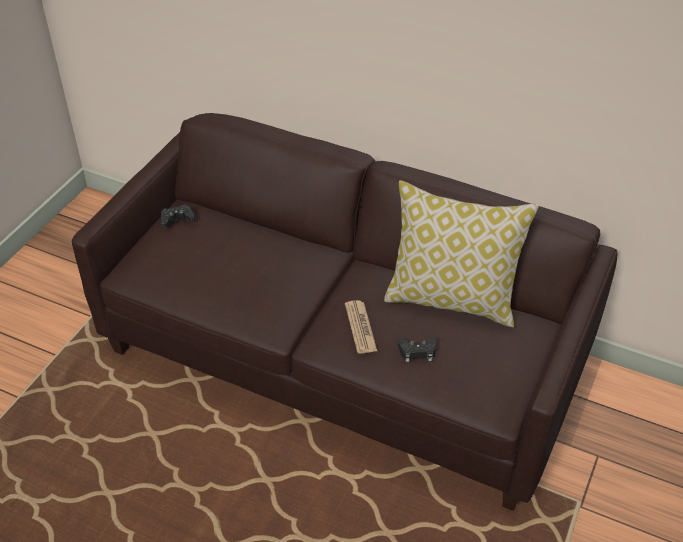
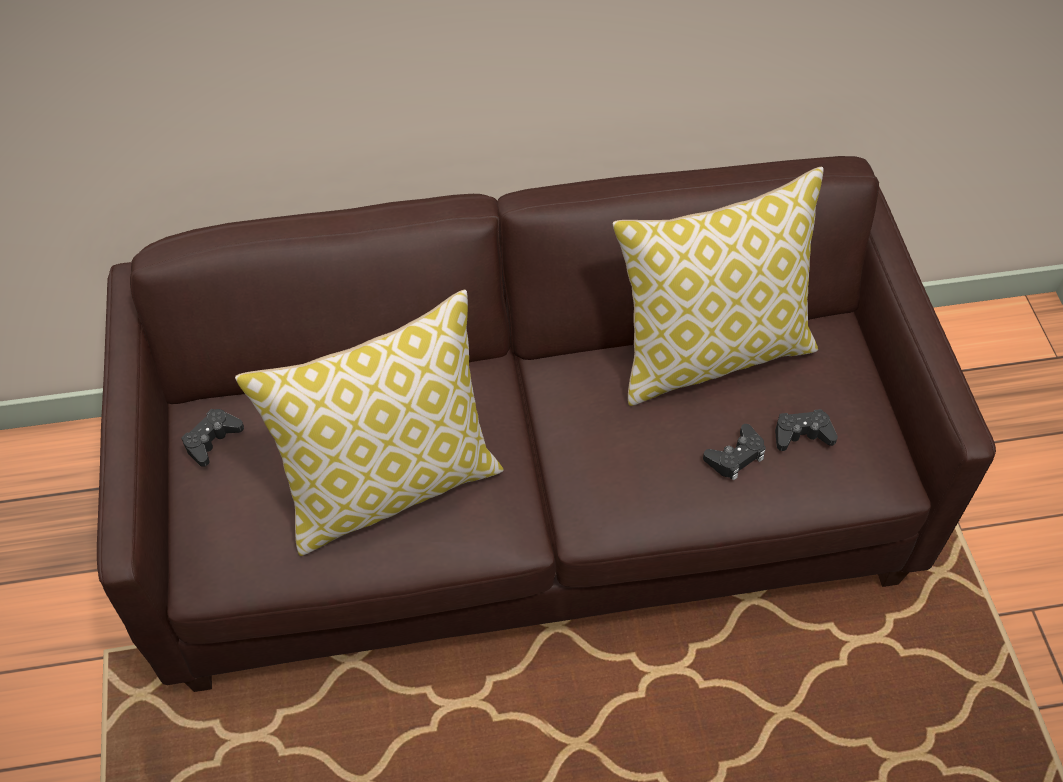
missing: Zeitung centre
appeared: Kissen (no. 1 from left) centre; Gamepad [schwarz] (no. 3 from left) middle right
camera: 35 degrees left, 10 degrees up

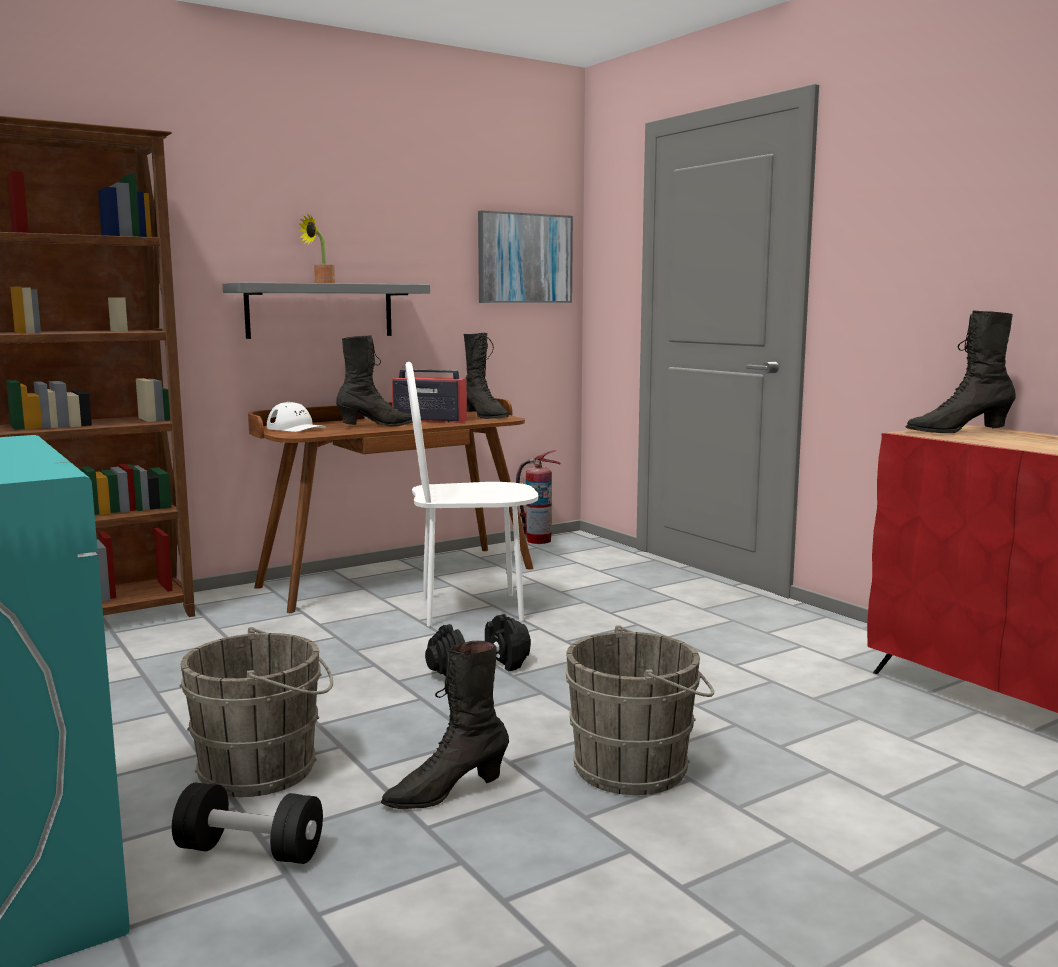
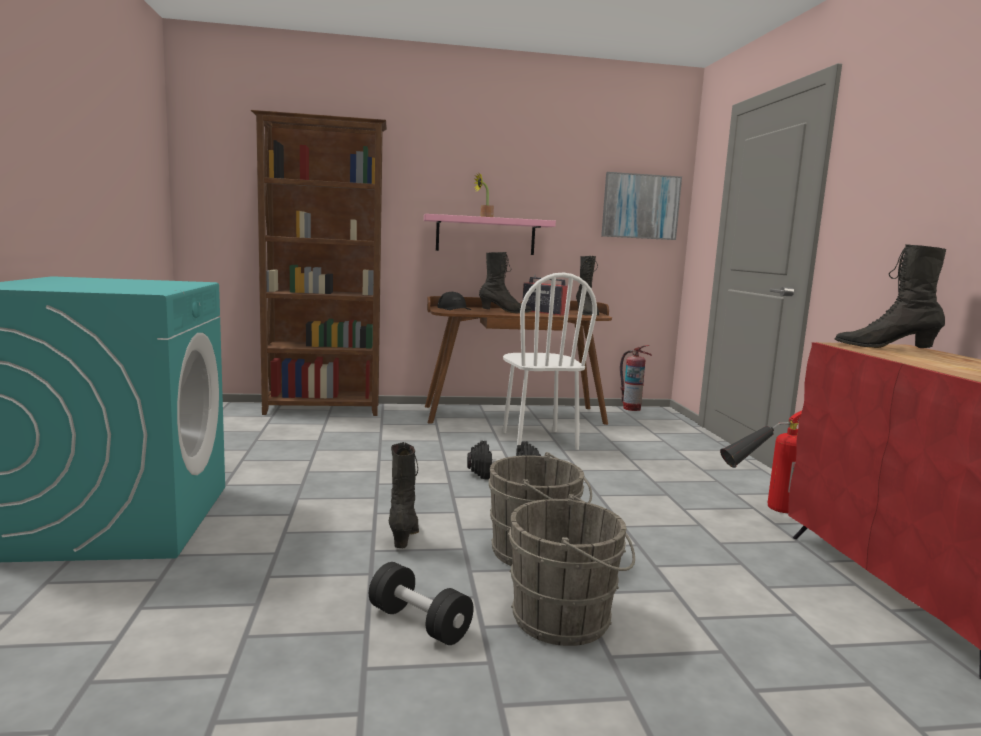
appeared: Feuerlöscher (no. 2 from left) middle right
relocated: Hantel [schwarz] (no. 1 from left) bottom left to bottom centre; Eimer [grau] (no. 1 from left in the first image) bottom left to Eimer [grau] (no. 2 from left) bottom centre
colour: Wandregal [grau] top left to Wandregal [rosa] top centre; Kappe [weiß] middle left to Kappe [schwarz] centre
spun: Stiefel [schwarz] (no. 2 from left in the first image) bottom centre = bottom centre 90 degrees clockwise; Stuhl [weiß] centre = centre 120 degrees counterclockwise
camera: 25 degrees right, 0 degrees up

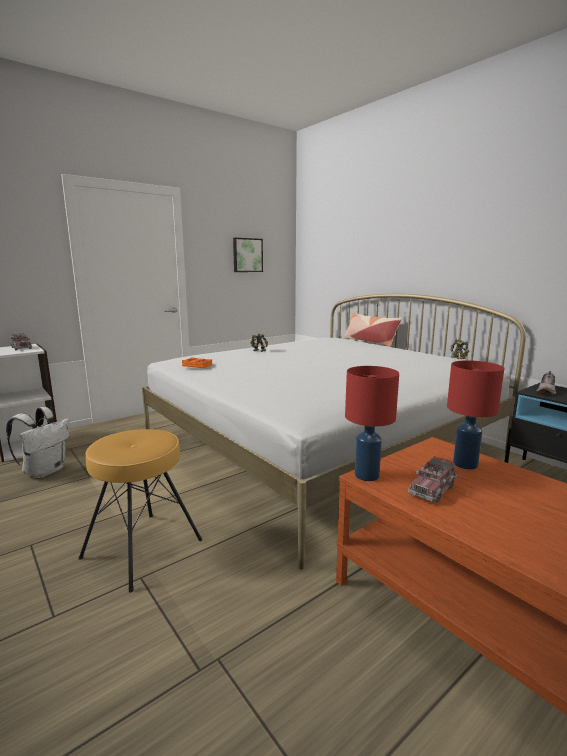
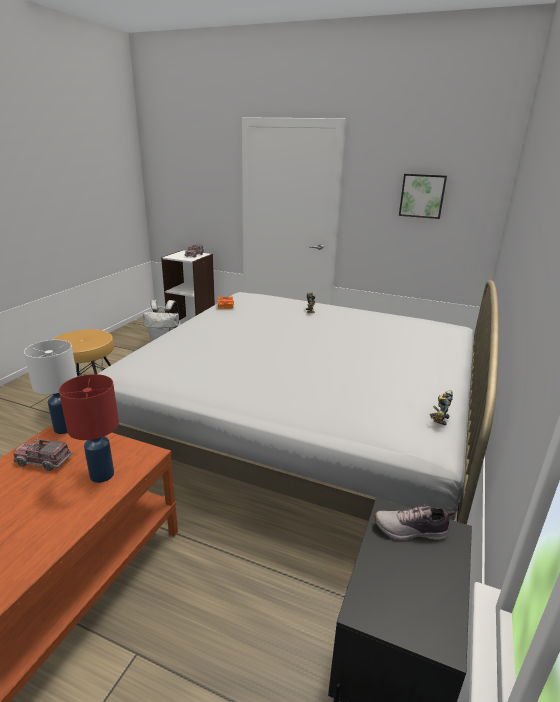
missing: Kissen centre
colour: Tischlampe [rot] (no. 1 from left) centre to Tischlampe [weiß] middle left
camera: 60 degrees right, 10 degrees up

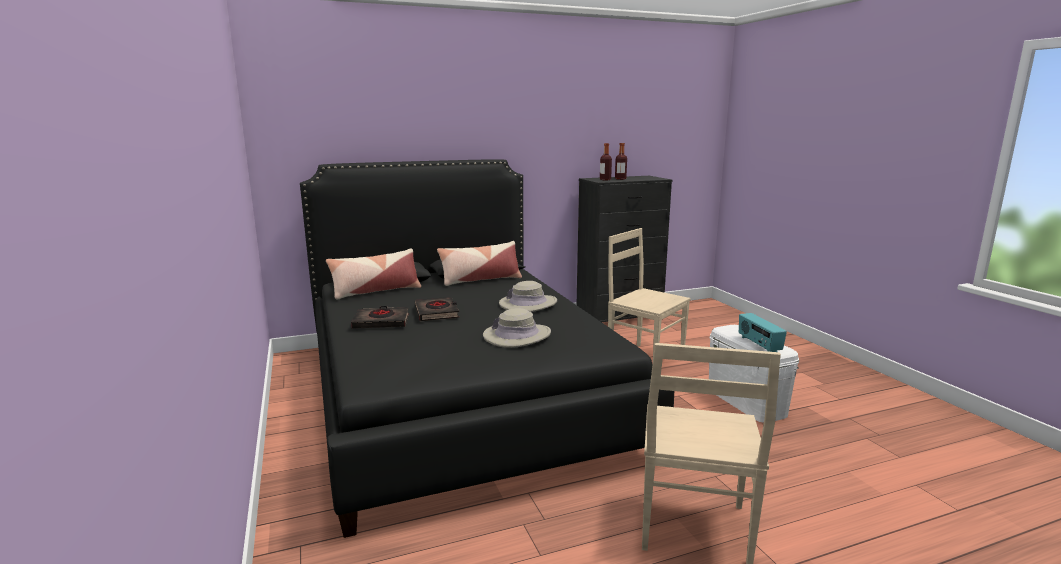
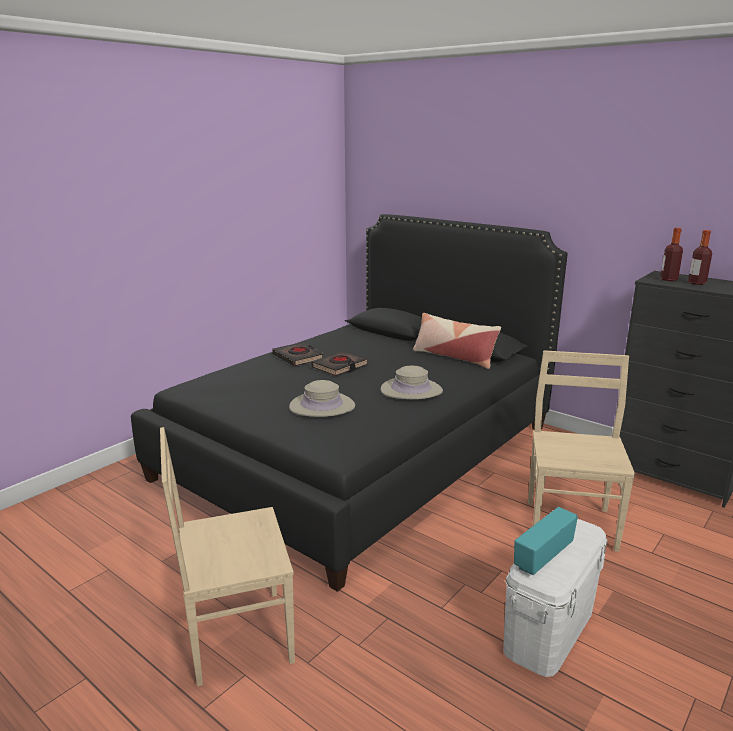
missing: Kissen (no. 1 from left) centre
camera: 60 degrees right, 5 degrees up

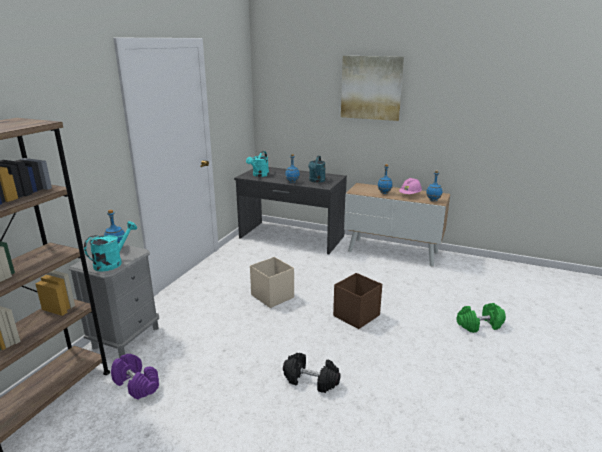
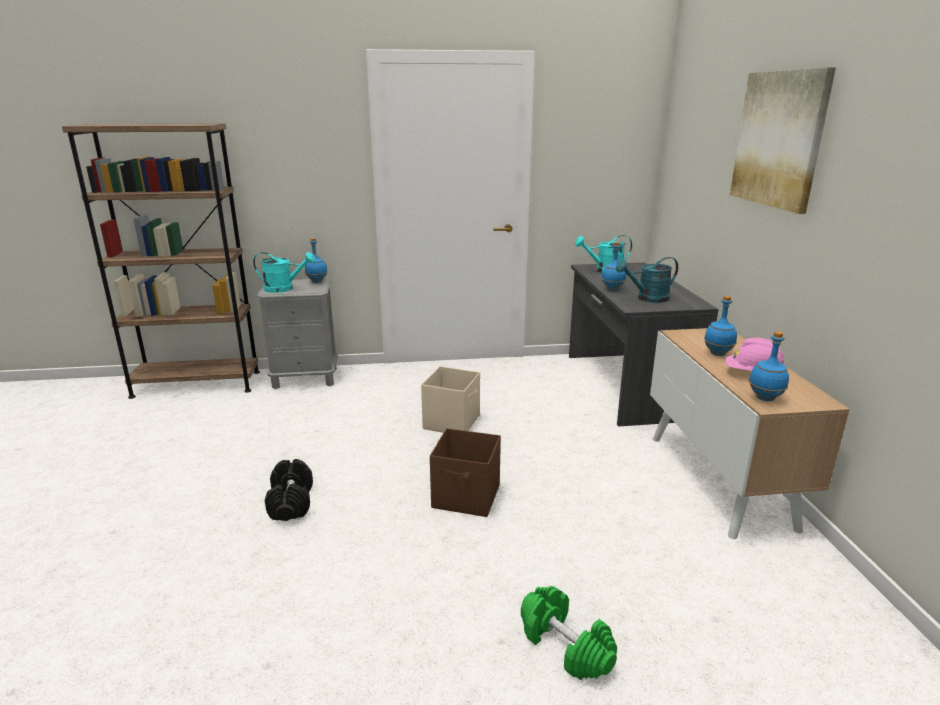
missing: Hantel [lila] bottom left
camera: 60 degrees right, 0 degrees up

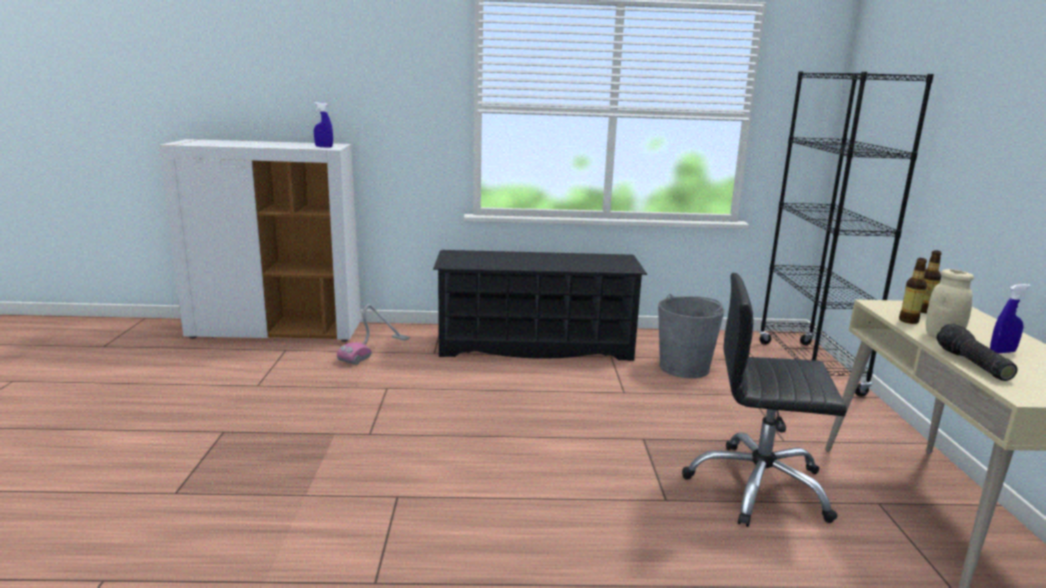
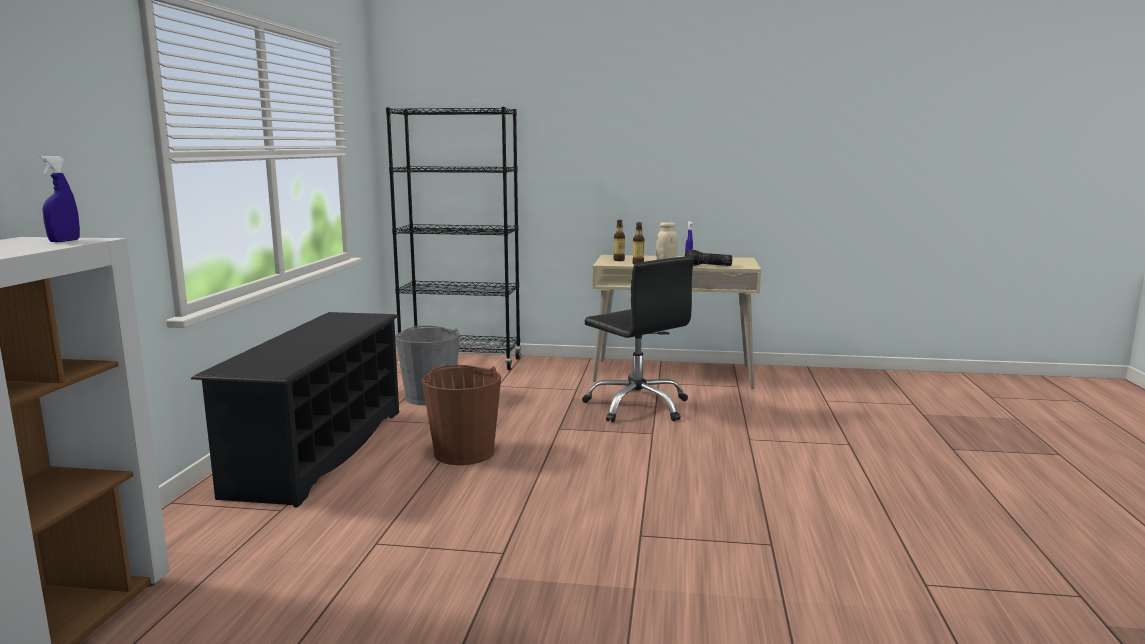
missing: Staubsauger centre
appeared: Eimer [braun] centre
spun: Bürostuhl [schwarz] bottom right = centre 60 degrees counterclockwise
camera: 80 degrees left, 5 degrees down

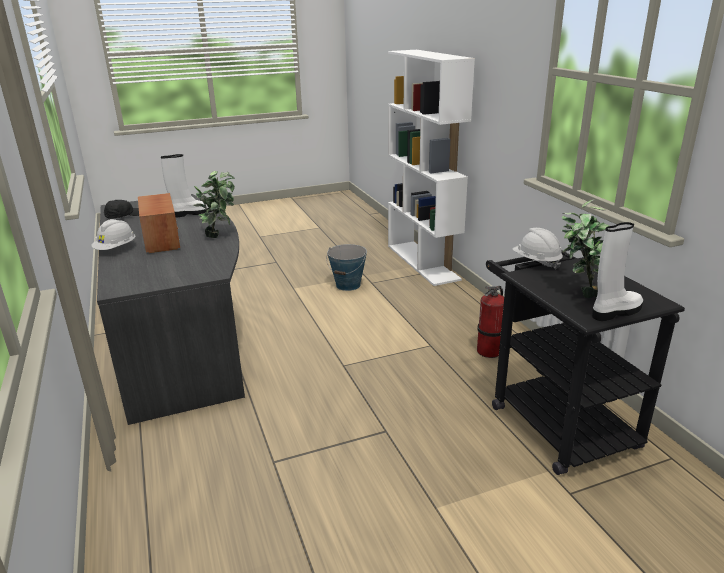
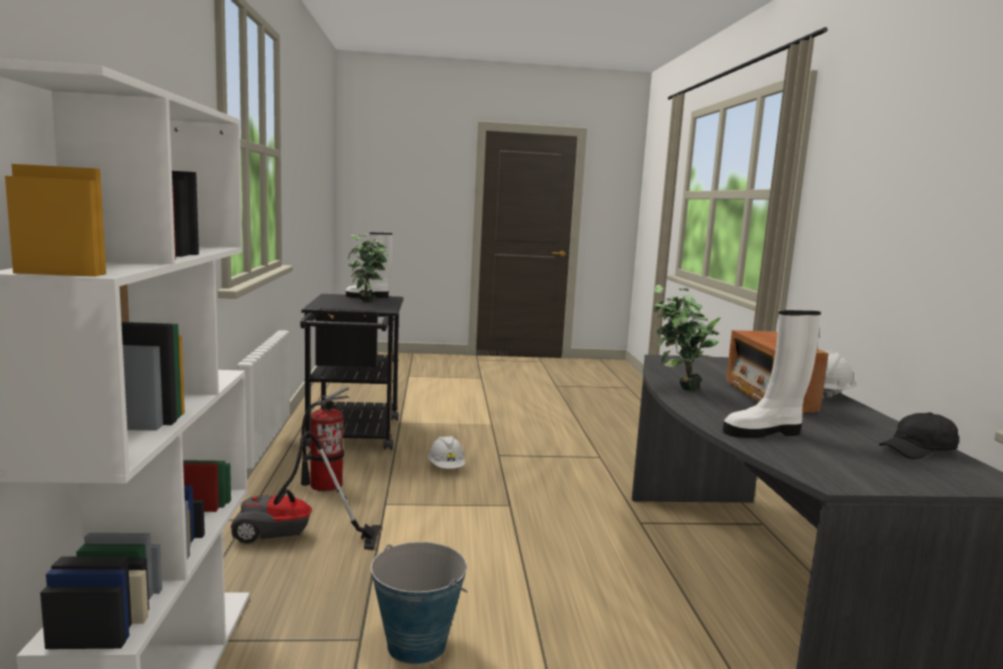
appeared: Staubsauger bottom left
relocated: Schutzhelm [weiß] (no. 2 from left in the first image) middle right to Schutzhelm [weiß] (no. 1 from left) bottom centre
camera: 165 degrees left, 15 degrees down

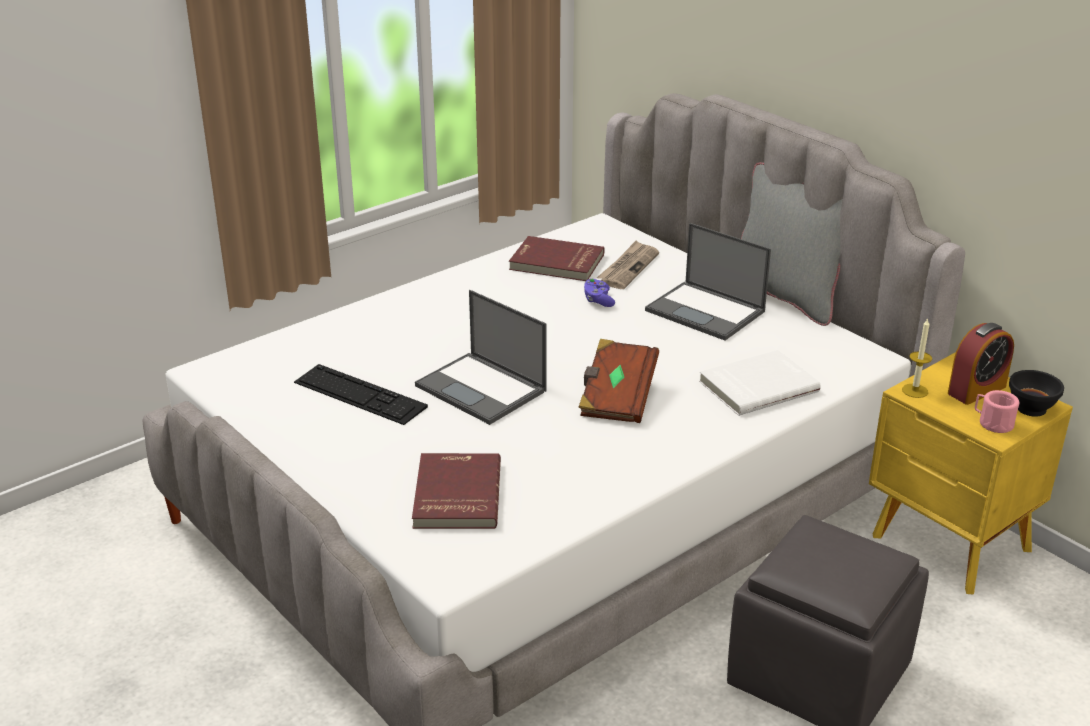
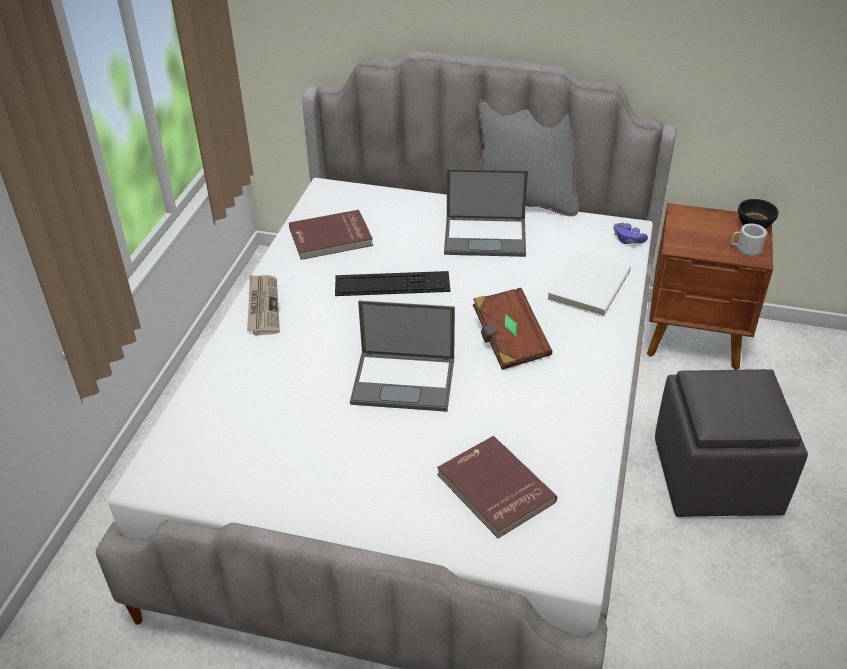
missing: Kerze middle right; Wecker middle right
relocated: Tastatur middle left to centre; Gamepad [lila] centre to middle right; Zeitung centre to middle left
colour: Nachttisch [gelb] middle right to Nachttisch [braun] middle right; Henkelbecher [rosa] middle right to Henkelbecher [weiß] middle right
camera: 35 degrees left, 10 degrees up

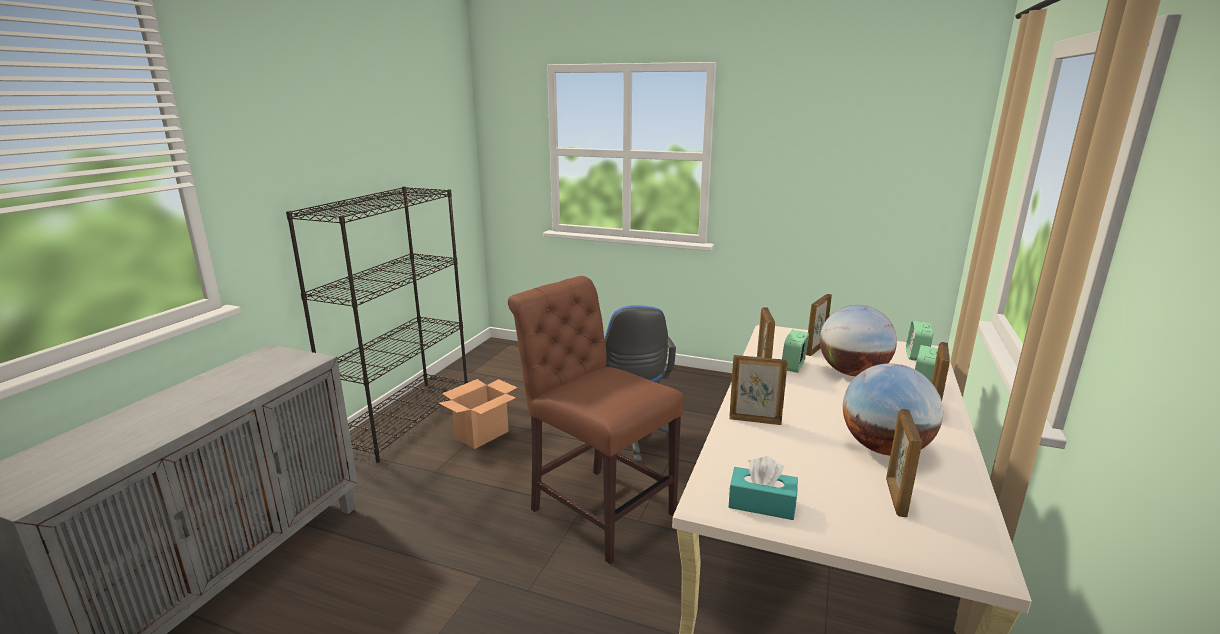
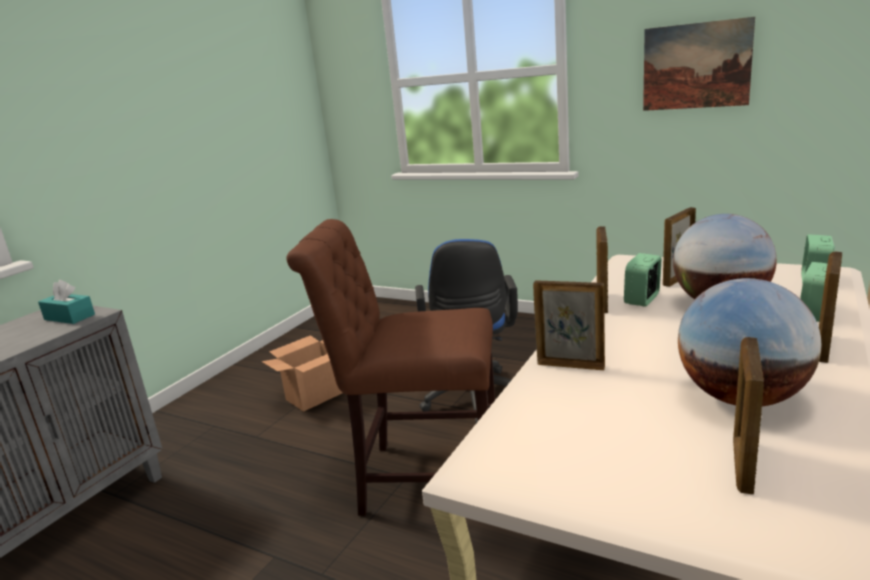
missing: Bücherregal [schwarz] middle left
appeared: Bild top right
relocated: Taschentuchbox [türkis] bottom centre to middle left
spun: Stuhl [braun] centre = centre 45 degrees counterclockwise
camera: 10 degrees right, 0 degrees up

